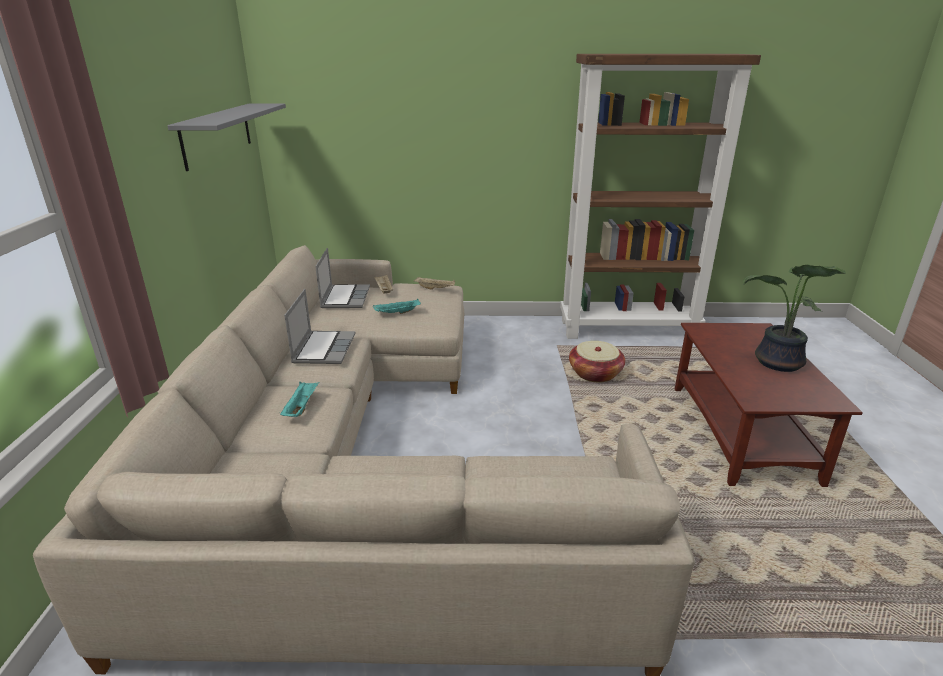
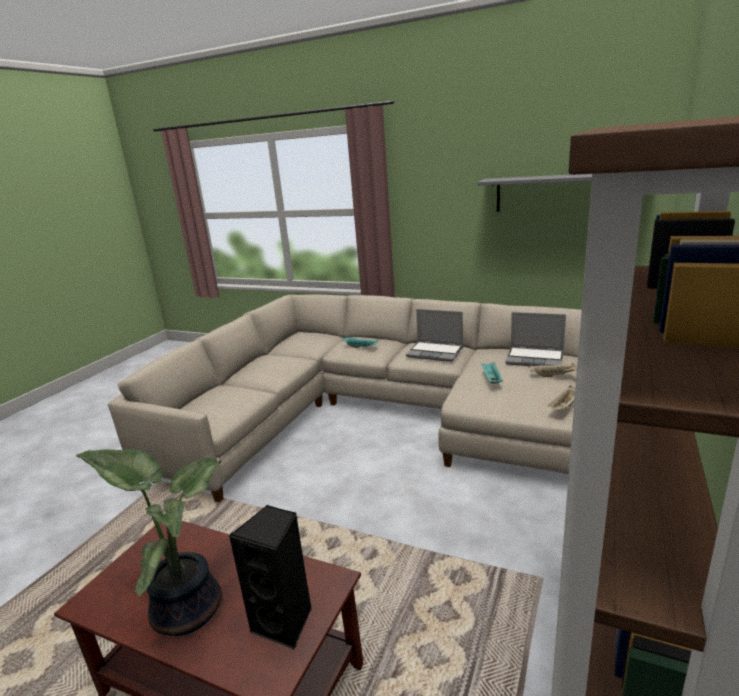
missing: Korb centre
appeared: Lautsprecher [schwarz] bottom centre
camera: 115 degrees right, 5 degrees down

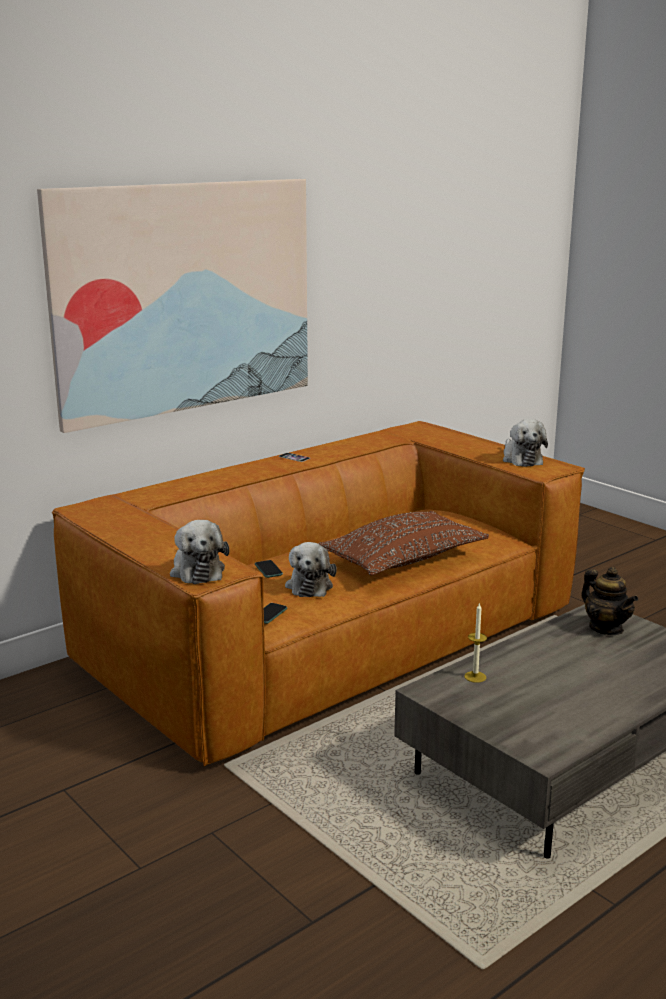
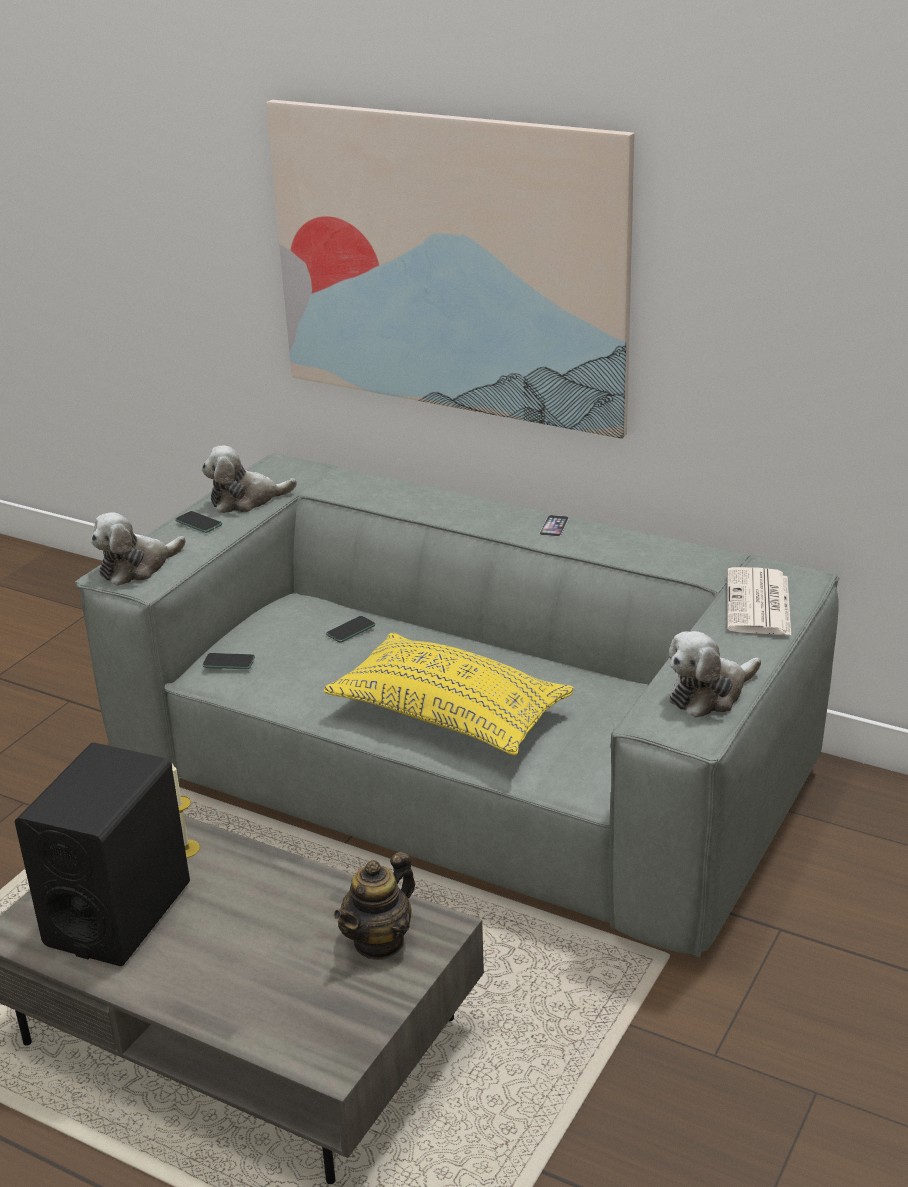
appeared: Lautsprecher [schwarz] bottom left; Handy (no. 1 from left) middle left; Zeitung middle right
relocated: Plüschtier (no. 2 from left) centre to middle left
colour: Sofa [braun] centre to Sofa [grau] centre; Kissen [braun] centre to Kissen [gelb] centre
camera: 70 degrees right, 10 degrees up

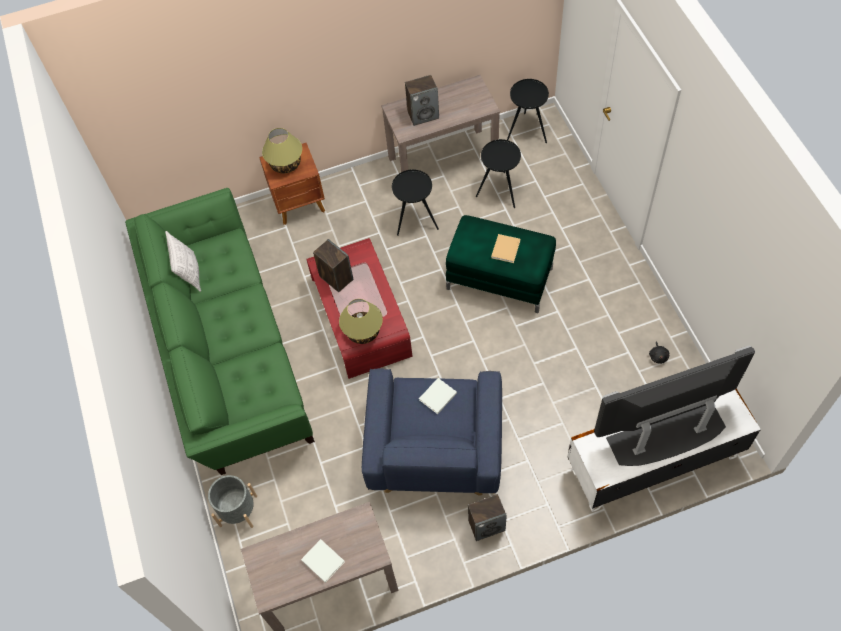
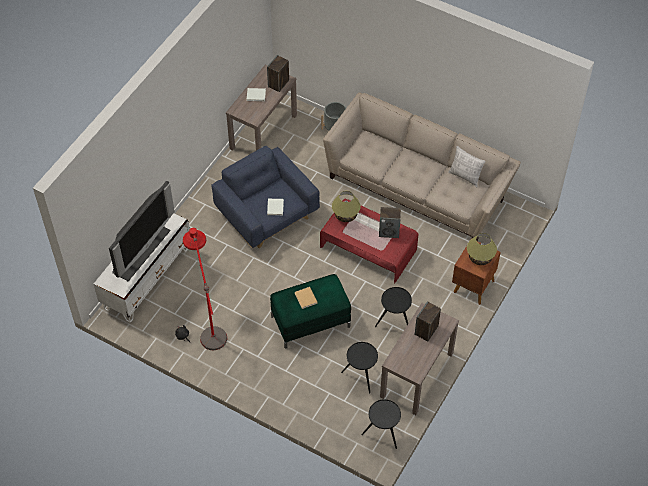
appeared: Stehlampe [rot] middle left
relocated: Lautsprecher (no. 3 from left in the first image) bottom centre to Lautsprecher (no. 1 from left) top centre
colour: Sofa [grün] middle left to Sofa [beige] centre
camera: 135 degrees right, 5 degrees down

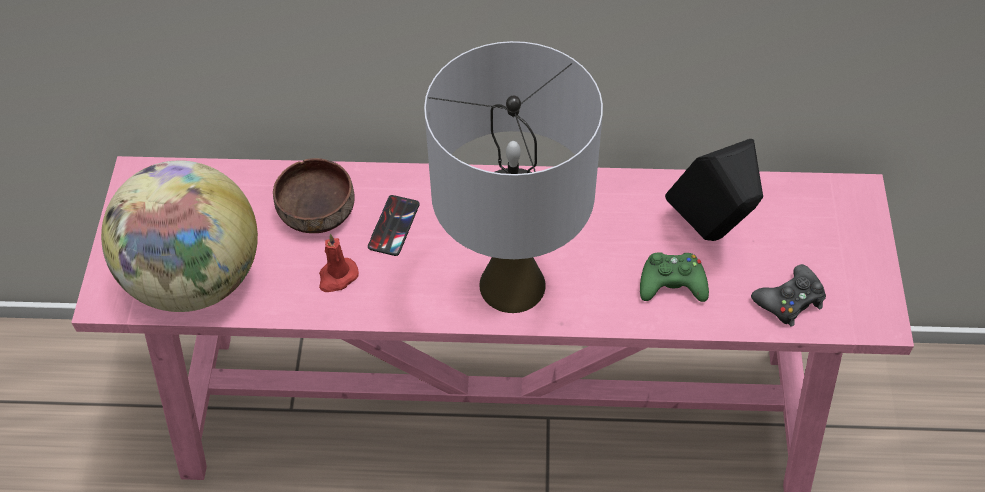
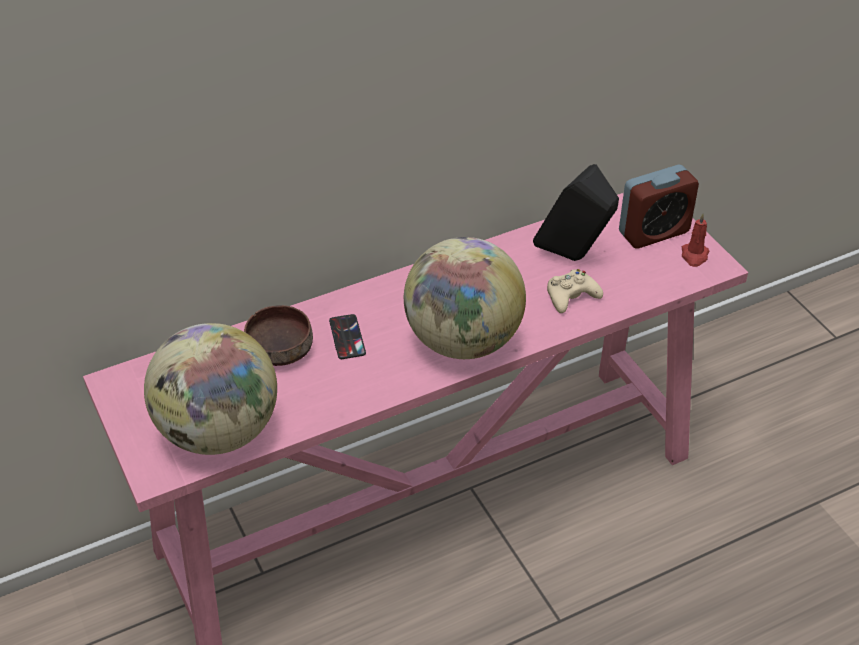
missing: Gamepad [schwarz] middle right
appeared: Wecker top right
relocated: Kerze [rot] centre to middle right
exchanged: Tischlampe [grau] centre to Globus (no. 2 from left) centre
colour: Gamepad [grün] middle right to Gamepad [beige] middle right
camera: 30 degrees left, 10 degrees down

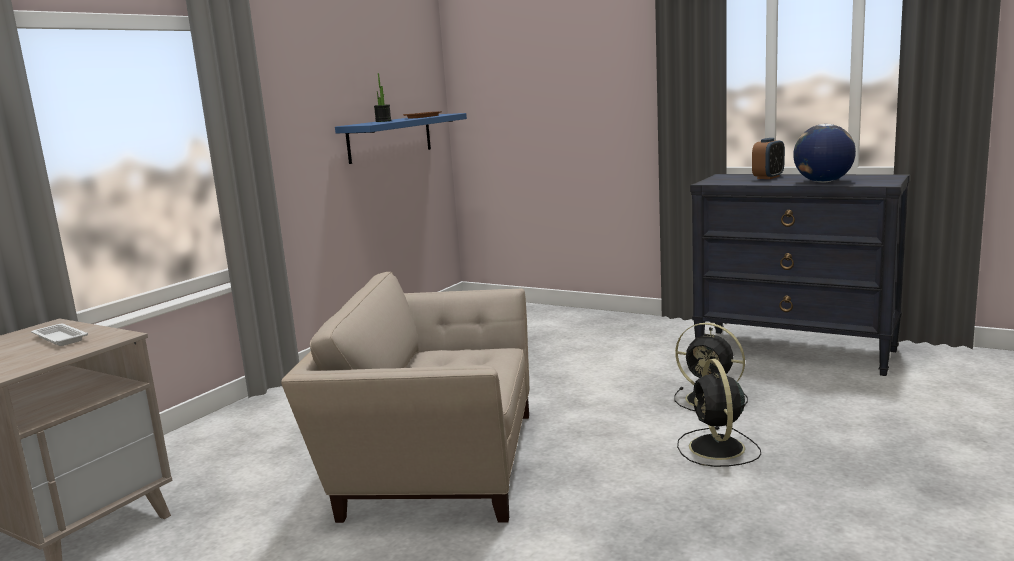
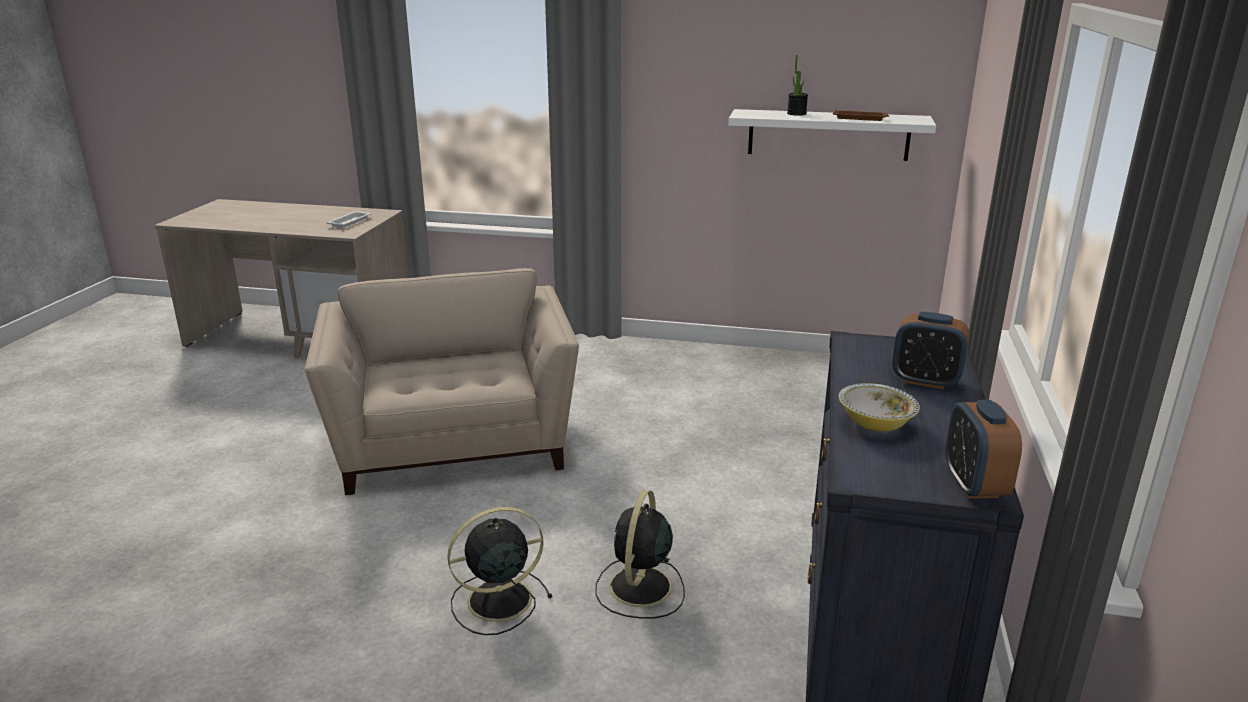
appeared: Wecker (no. 2 from left) middle right
exchanged: Globus top right to Schüssel middle right
colour: Wandregal [blau] top centre to Wandregal [weiß] top right
camera: 70 degrees right, 10 degrees up

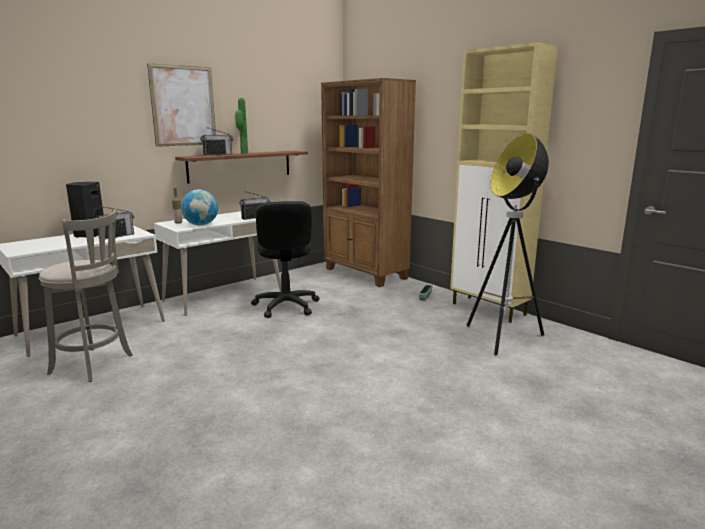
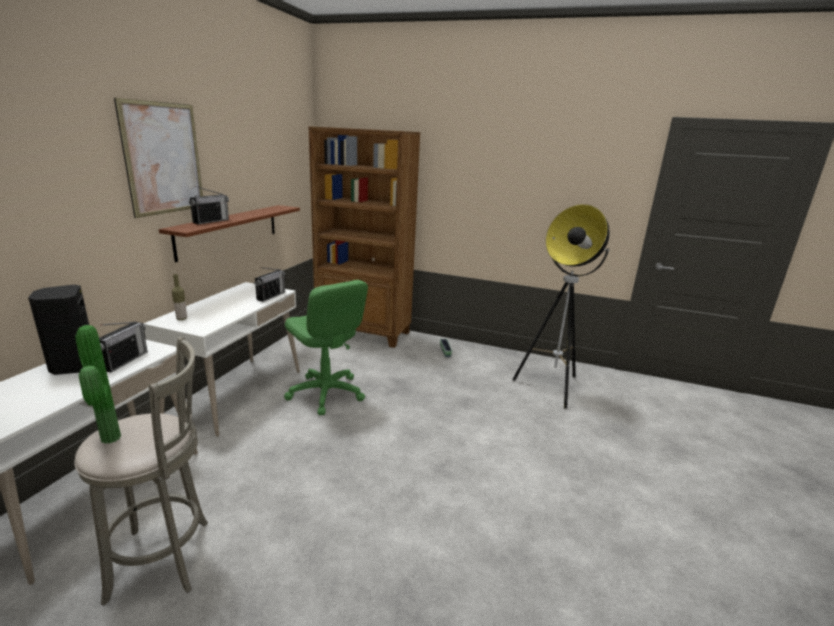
missing: Globus middle left; Schrank [beige] middle right
relocated: Topfpflanze top centre to middle left
colour: Bürostuhl [schwarz] centre to Bürostuhl [grün] centre
camera: 30 degrees left, 5 degrees up

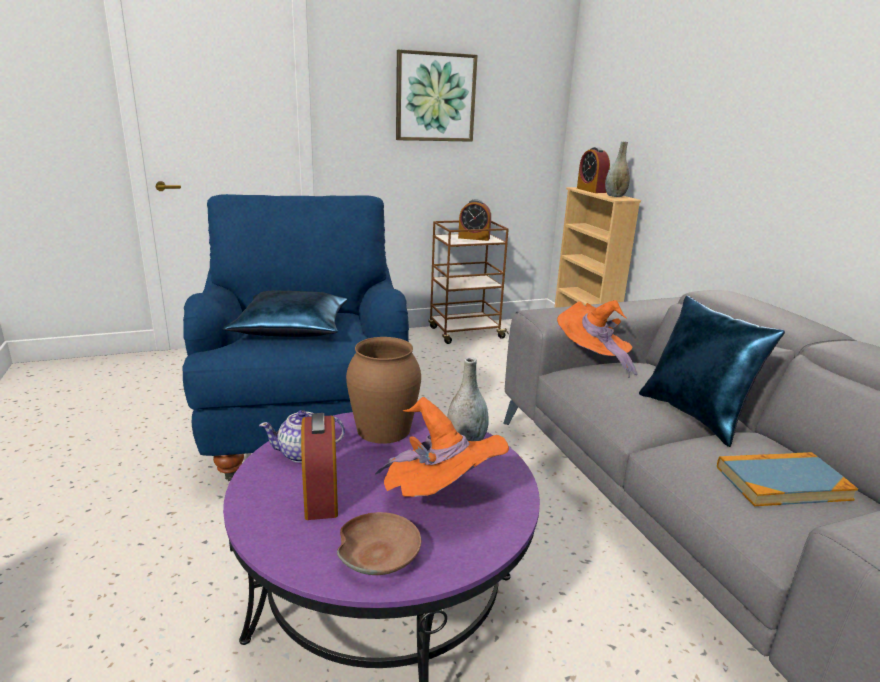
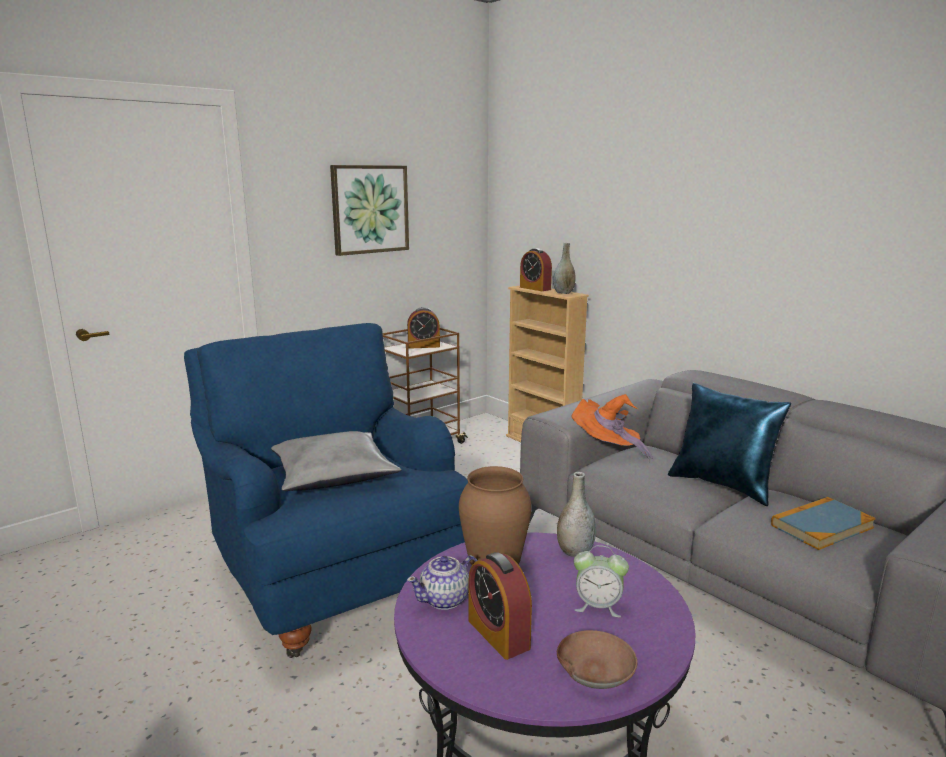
exchanged: Hut [orange] (no. 1 from left) centre to Wecker (no. 4 from left) bottom centre
colour: Kissen [blau] (no. 1 from left) middle left to Kissen [grau] centre
camera: 20 degrees left, 5 degrees down

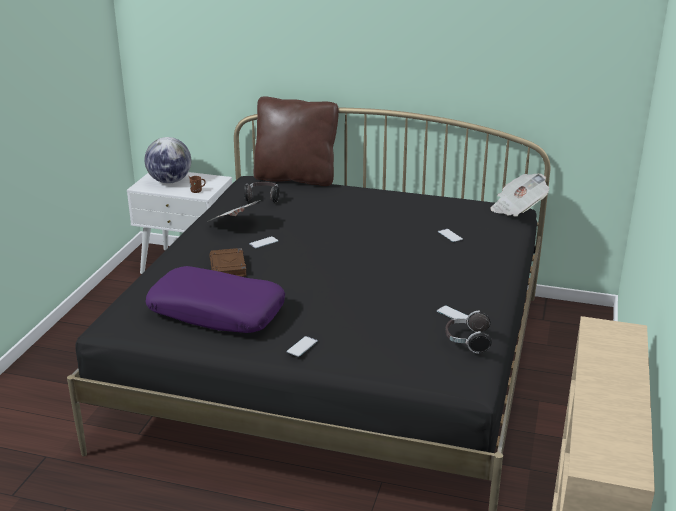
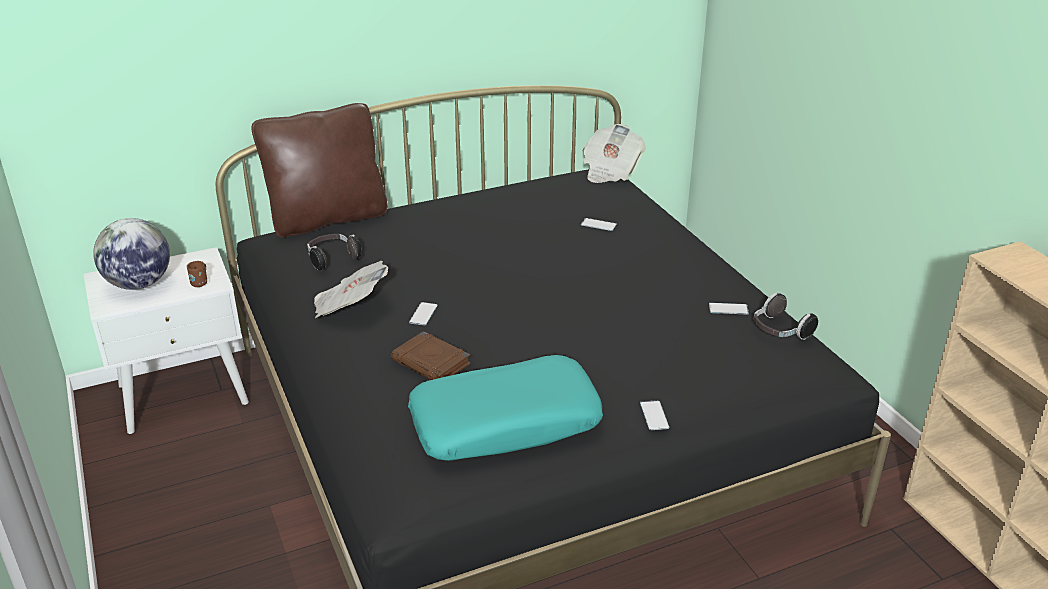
colour: Kissen [lila] middle left to Kissen [türkis] bottom centre
camera: 40 degrees left, 5 degrees up

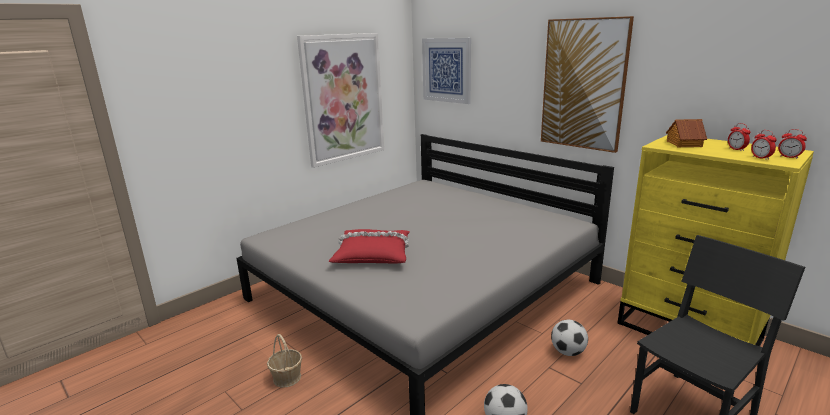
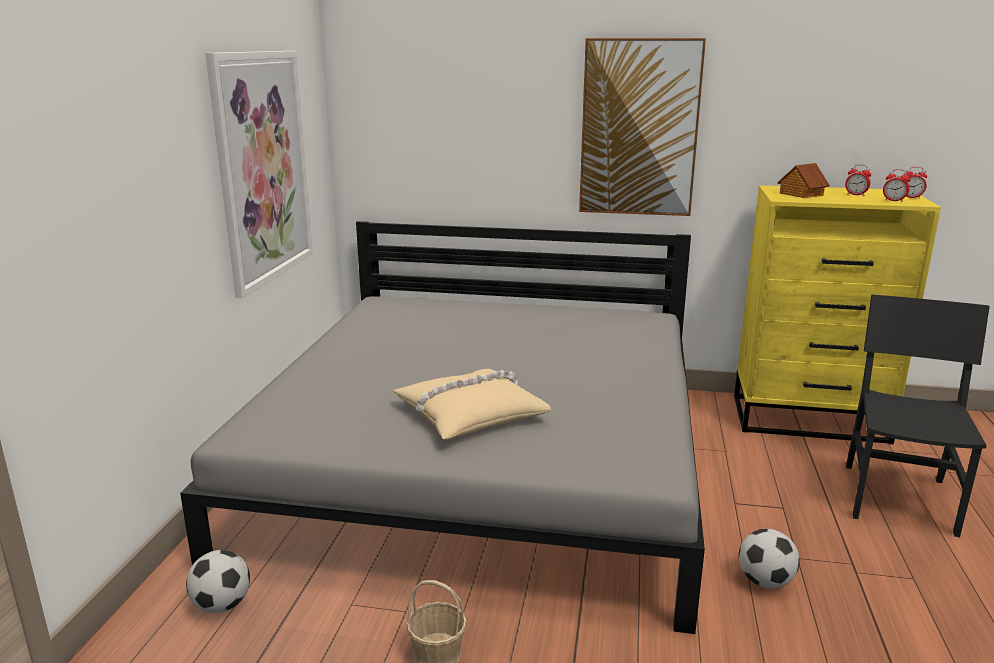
missing: Bild (no. 2 from left) top centre
relocated: Fußball (no. 2 from left in the first image) bottom right to Fußball (no. 1 from left) bottom left
colour: Kissen [rot] centre to Kissen [beige] centre
camera: 35 degrees left, 0 degrees up

